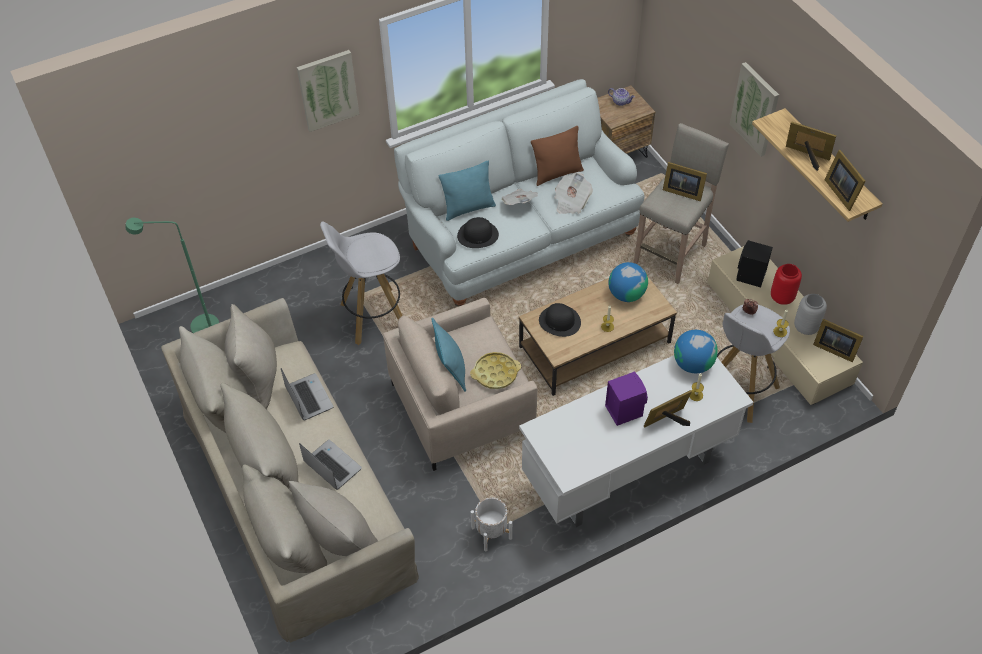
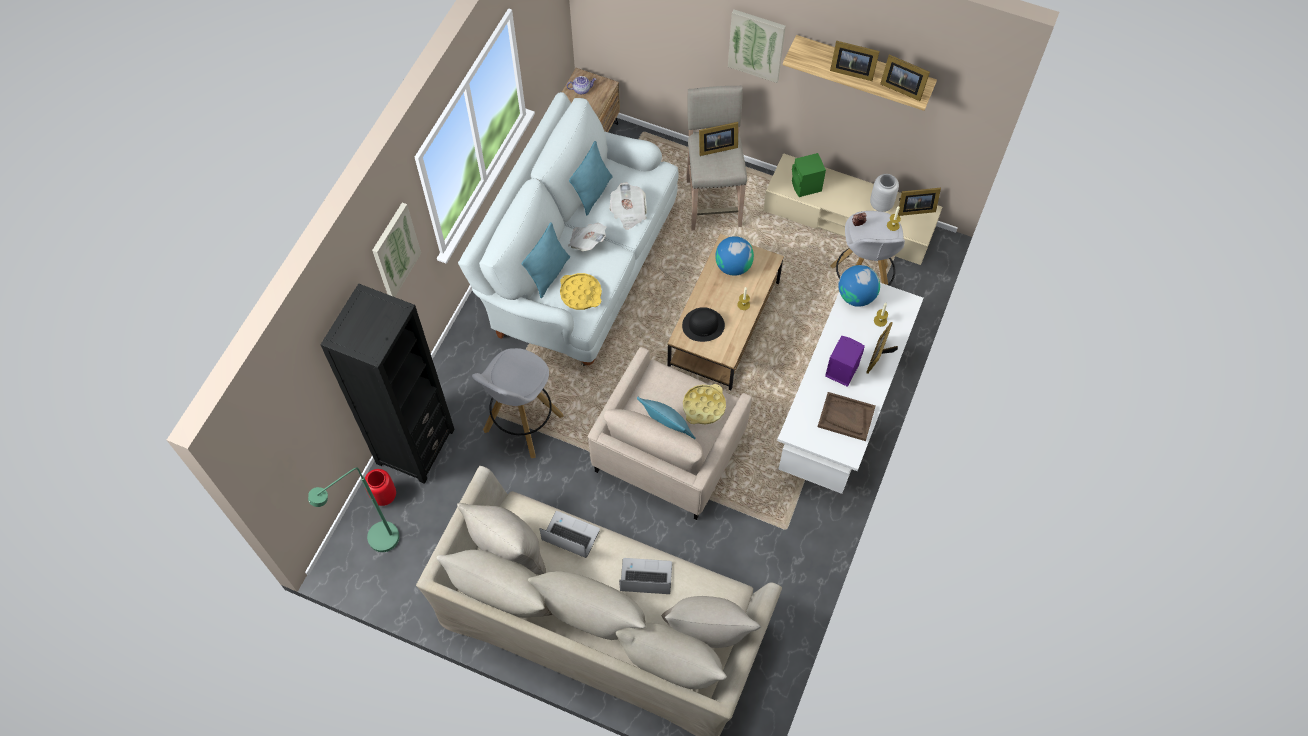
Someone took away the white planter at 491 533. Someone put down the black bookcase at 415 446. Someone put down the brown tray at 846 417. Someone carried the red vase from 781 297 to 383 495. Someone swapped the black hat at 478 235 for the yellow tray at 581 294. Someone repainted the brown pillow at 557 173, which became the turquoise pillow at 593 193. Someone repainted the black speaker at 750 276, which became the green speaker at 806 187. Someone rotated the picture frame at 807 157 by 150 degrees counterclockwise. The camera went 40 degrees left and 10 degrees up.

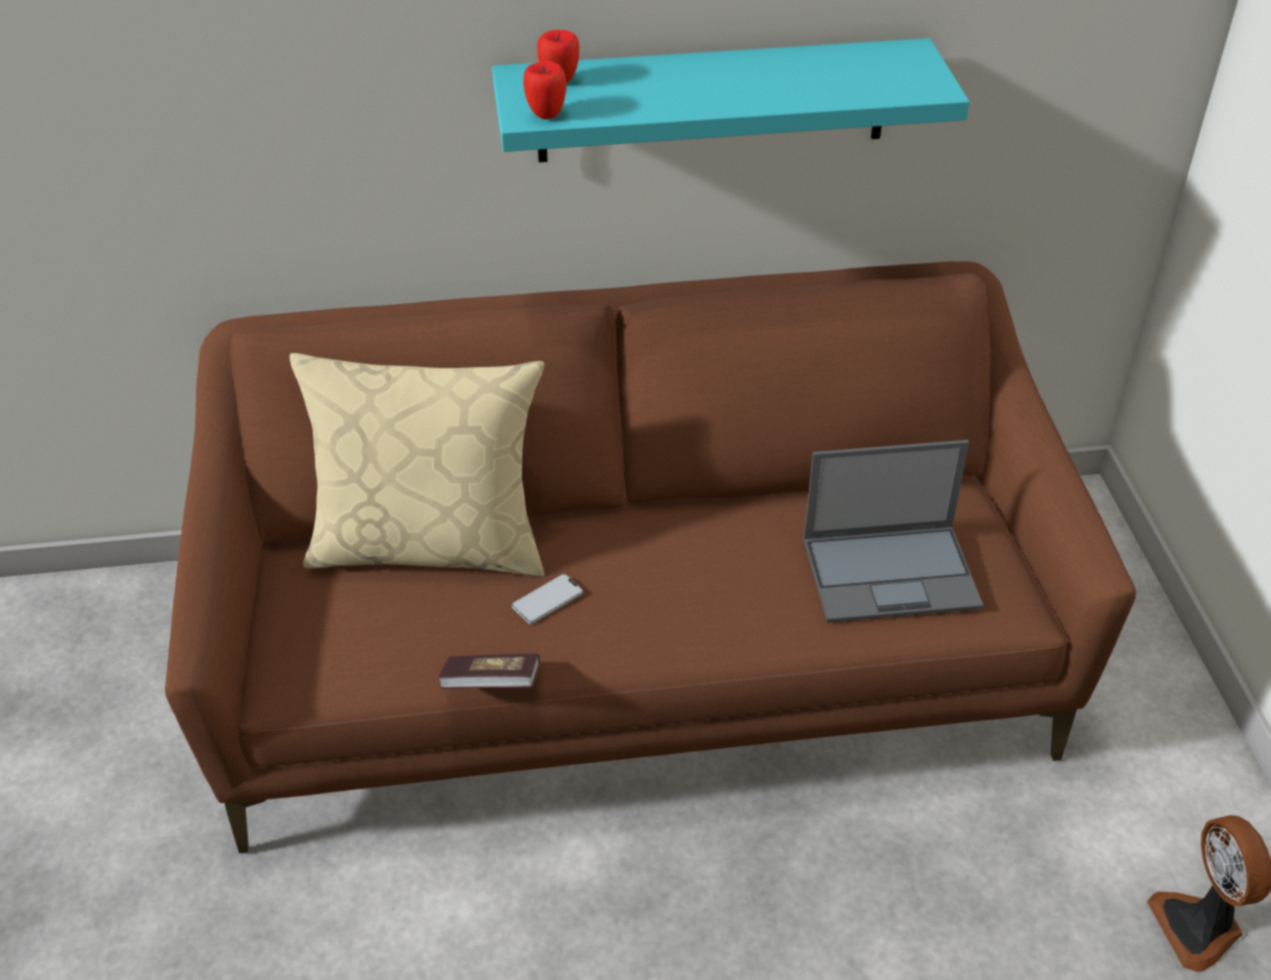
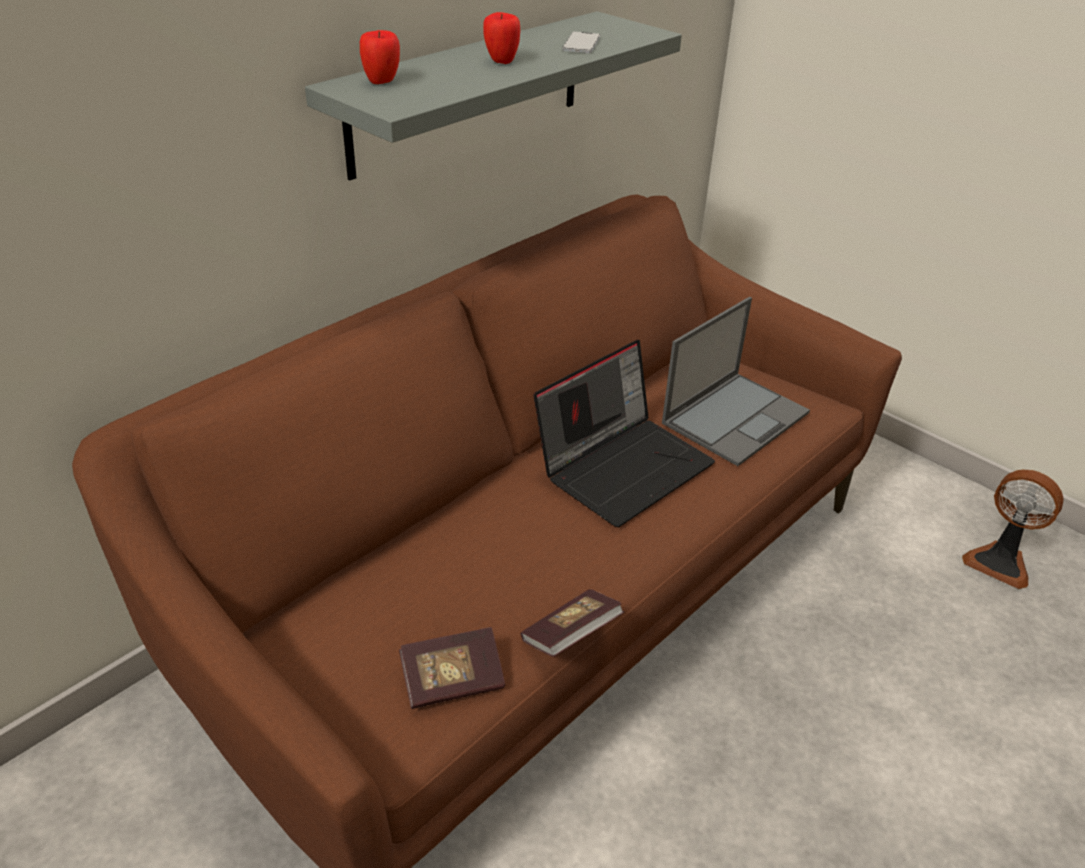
Someone took away the beige pillow at 430 544. Someone put down the book at 452 681. Someone put down the laptop at 623 465. Someone carried the phone from 547 600 to 581 44. Someone carried the apple from 546 114 to 501 61. Someone repainted the turquoise shelf at 712 101, which became the grey shelf at 469 92. The camera went 40 degrees left and 5 degrees down.

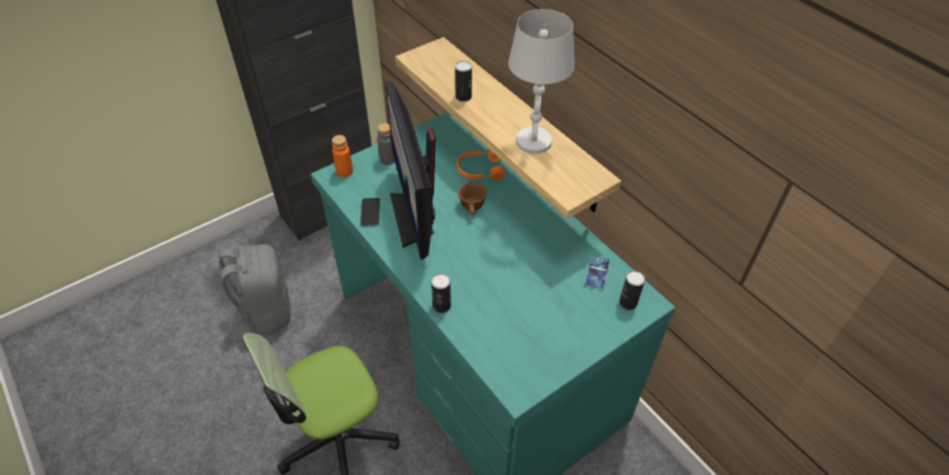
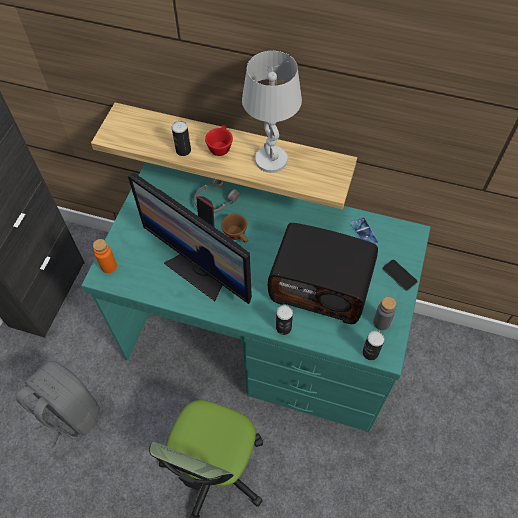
Someone put down the red cup at 220 146. Someone put down the radio at 321 285. Someone carried the phone from 370 212 to 399 275. Someone carried the grey bottle from 388 159 to 381 322. Someone carried the can from 628 303 to 370 353. Someone repainted the orange headphones at 480 169, which became the grey headphones at 215 200. The camera went 35 degrees left and 10 degrees up.

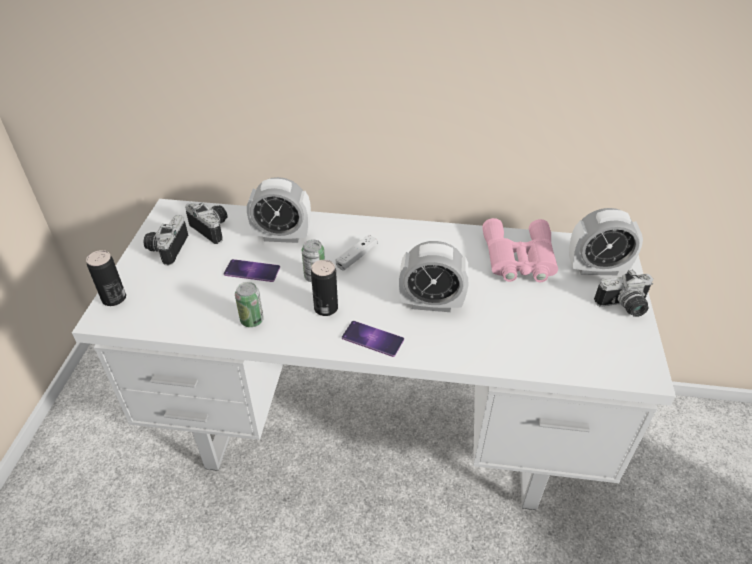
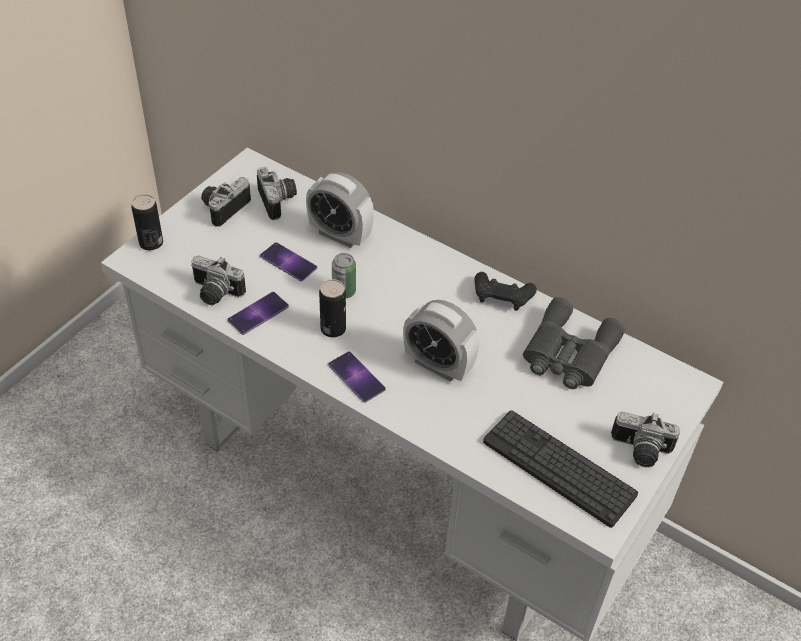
Someone took away the white game controller at 356 257. Someone took away the alarm clock at 596 268. Someone put down the photo camera at 214 293. Someone put down the black game controller at 502 297. Someone put down the keyboard at 558 468. Someone swapped the can at 252 320 for the phone at 258 313. Someone repainted the pink binoculars at 518 259, which became the grey binoculars at 568 354. The camera went 25 degrees right and 5 degrees up.

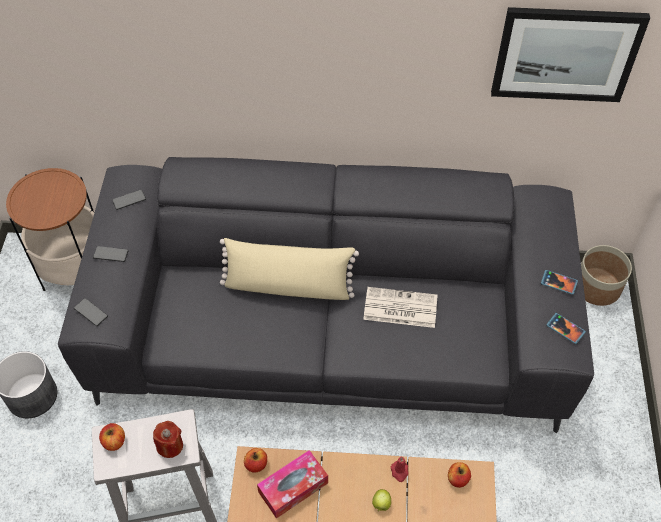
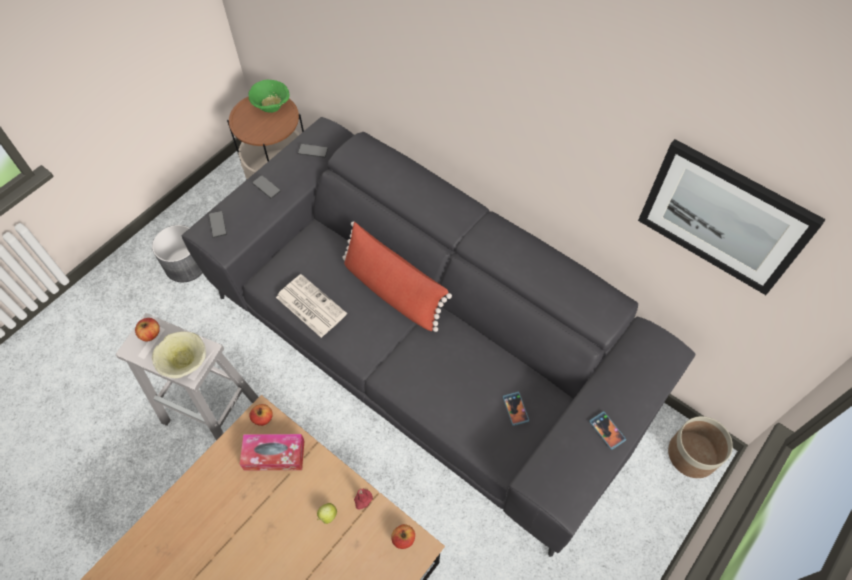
Someone put down the green bowl at 272 105. Someone carried the newspaper from 399 308 to 310 305. Someone carried the phone from 565 329 to 515 409. Someone swapped the red candle at 170 446 for the beige bowl at 183 363. Someone repainted the beige pillow at 288 286, which became the red pillow at 392 291. The camera went 35 degrees right and 5 degrees up.

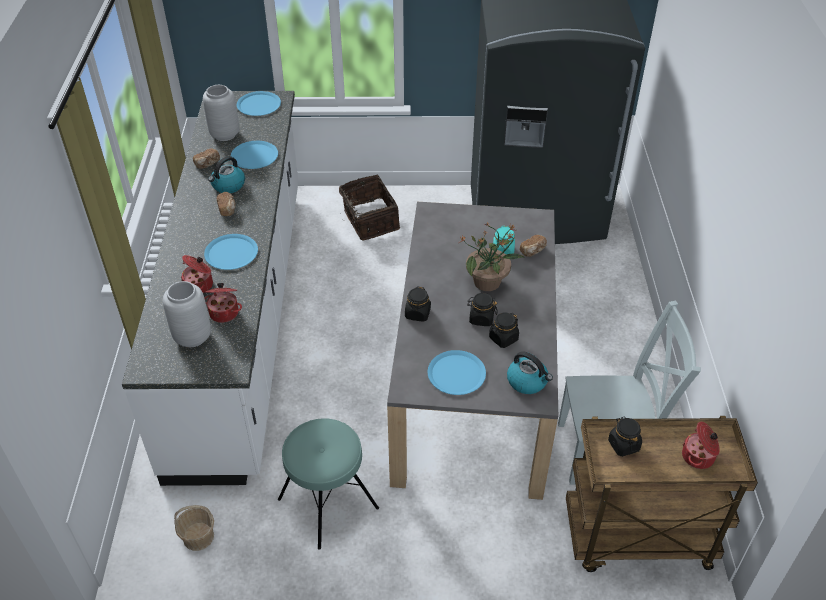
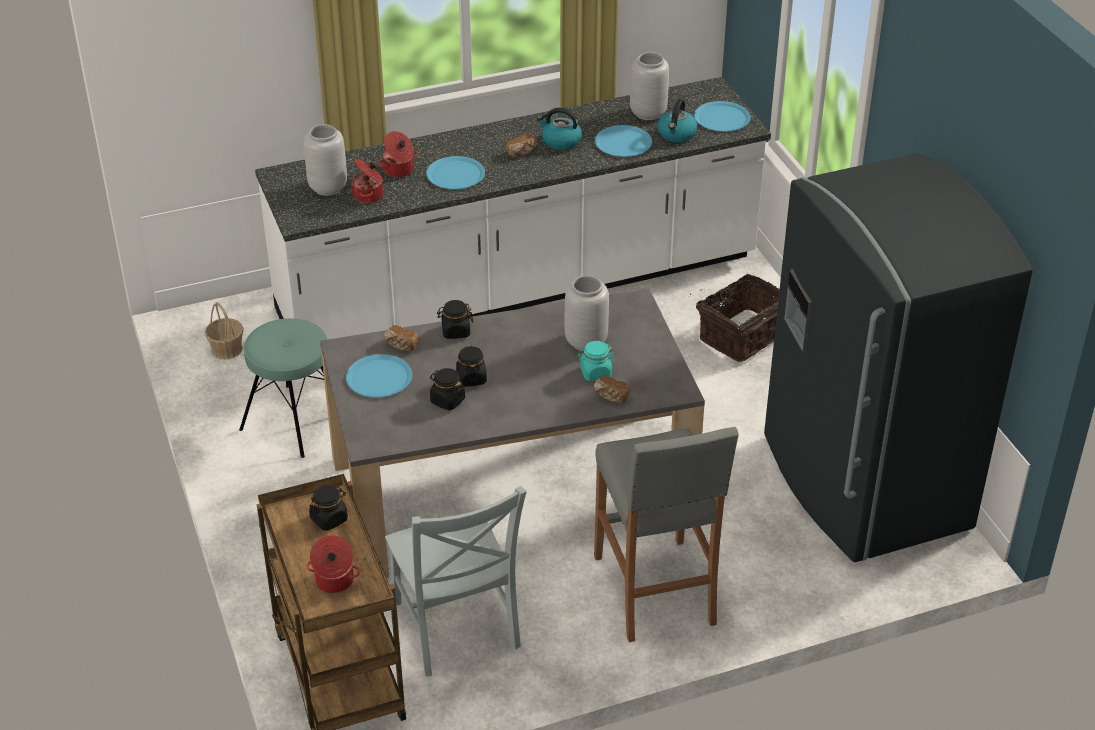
Someone took away the potted plant at 488 282. Someone put down the grey vase at 587 342. Someone put down the grey stool at 655 591. Someone carried the bread from 207 164 to 401 345. Someone carried the kettle from 527 381 to 676 134. The camera went 70 degrees right and 5 degrees down.

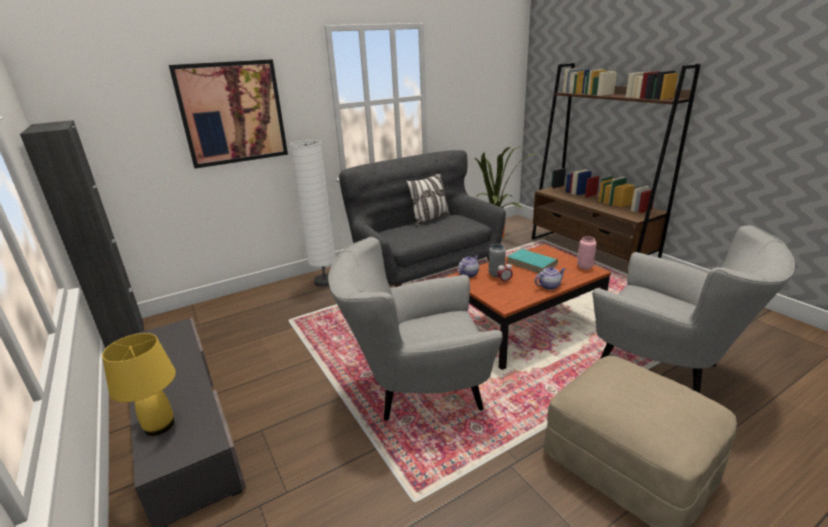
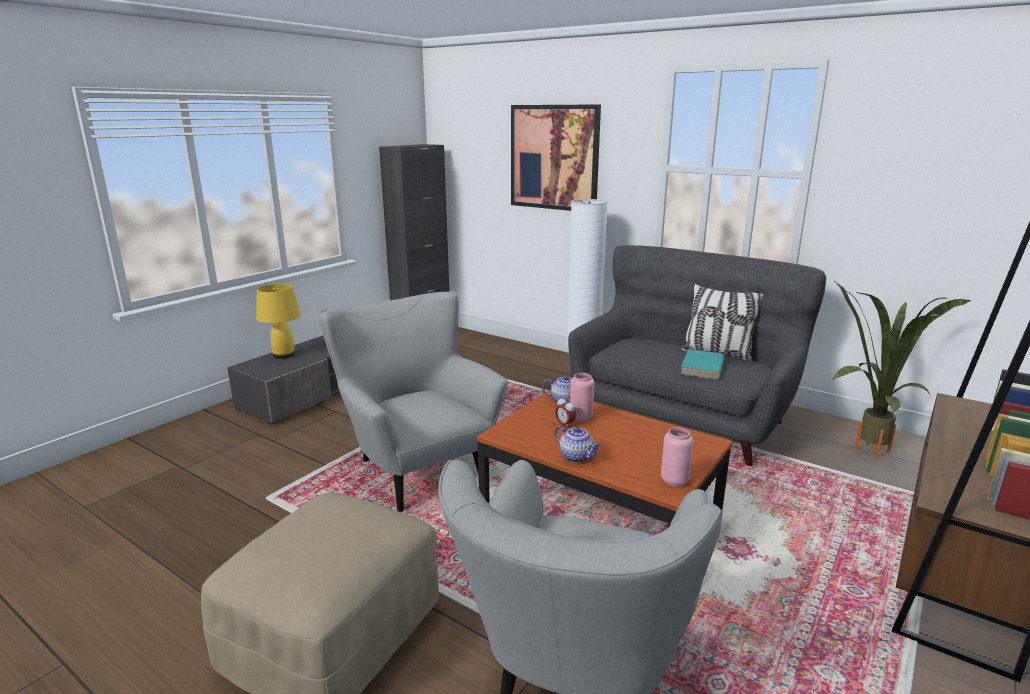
Someone carried the turquoise book from 532 263 to 702 368. Someone repainted the grey vase at 496 274, which became the pink vase at 581 417. The camera went 65 degrees right and 5 degrees down.

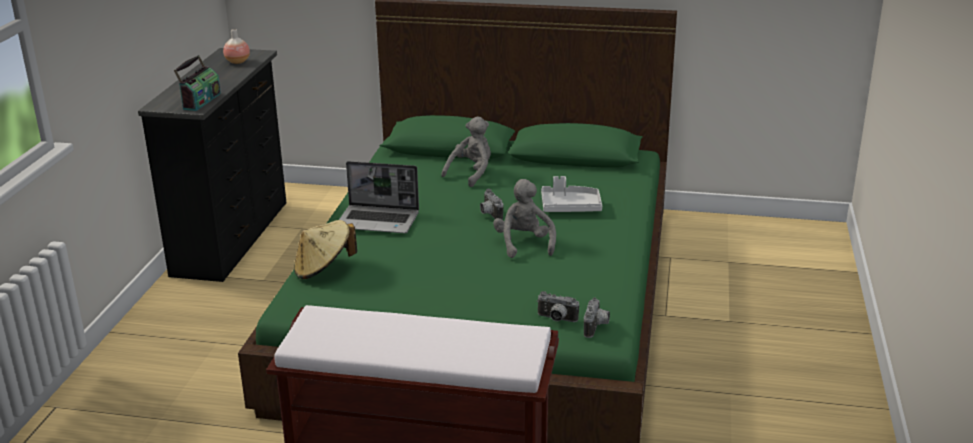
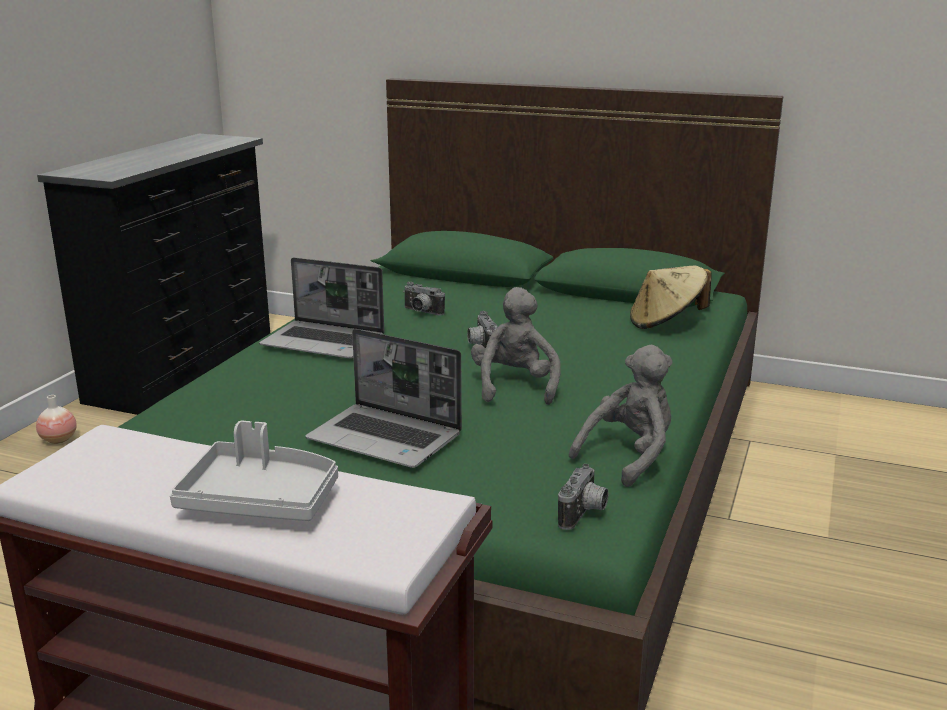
Someone took away the radio at 200 101. Someone put down the laptop at 387 438. Someone carried the vase from 237 62 to 58 440. Someone carried the beige hat from 323 269 to 666 322. Someone carried the grey plush toy from 471 173 to 629 456. Someone carried the photo camera from 556 319 to 421 312. Someone carried the grey tray from 570 207 to 260 499. The camera went 10 degrees right and 5 degrees down.

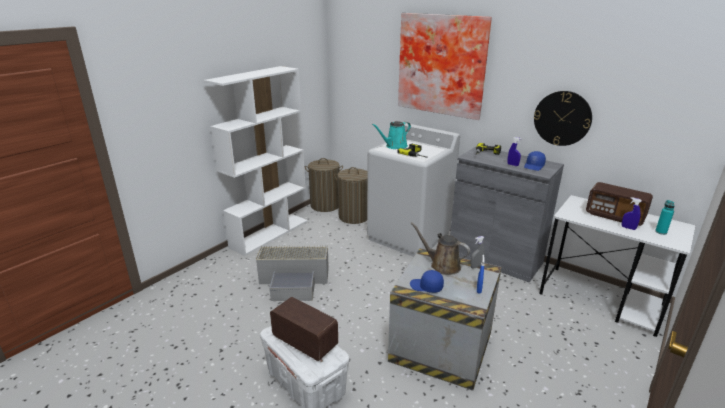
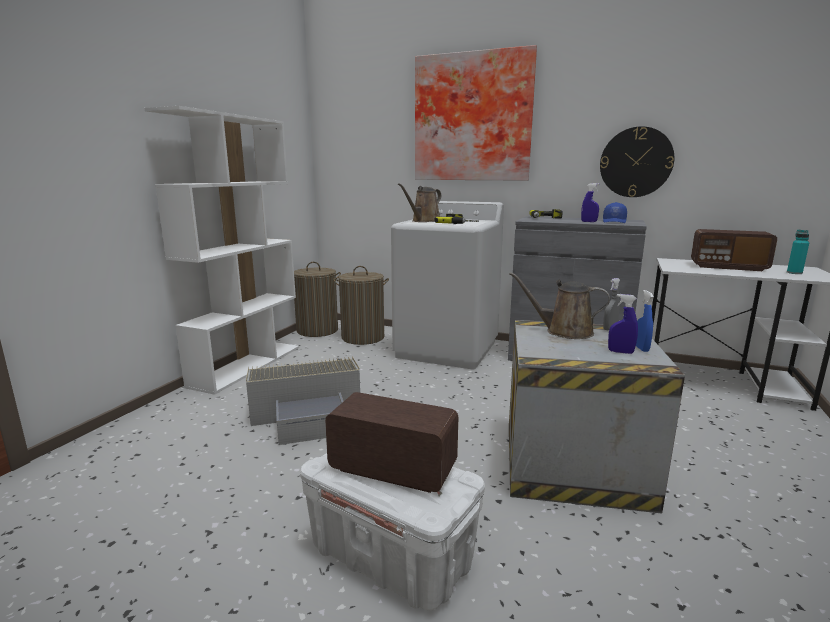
Someone took away the blue cap at 426 287. Someone carried the blue spray bottle from 628 228 to 620 352. Someone repainted the turquoise watering can at 394 146, which became the brown watering can at 424 221. The camera went 15 degrees left and 10 degrees down.

